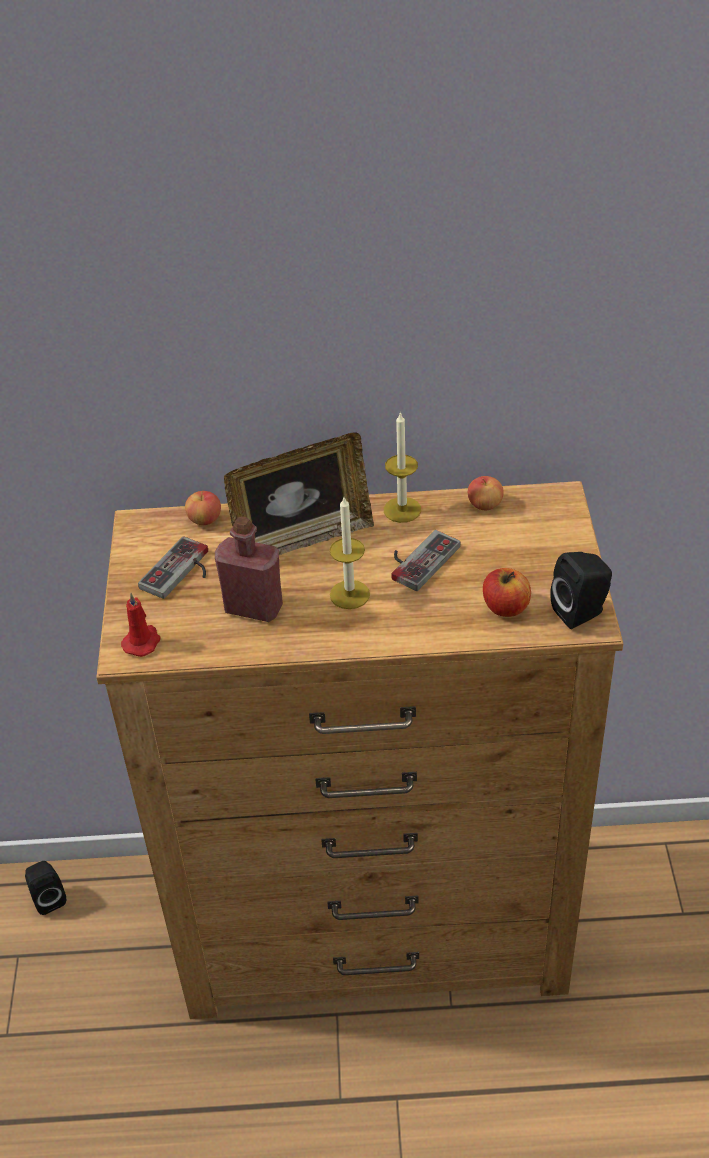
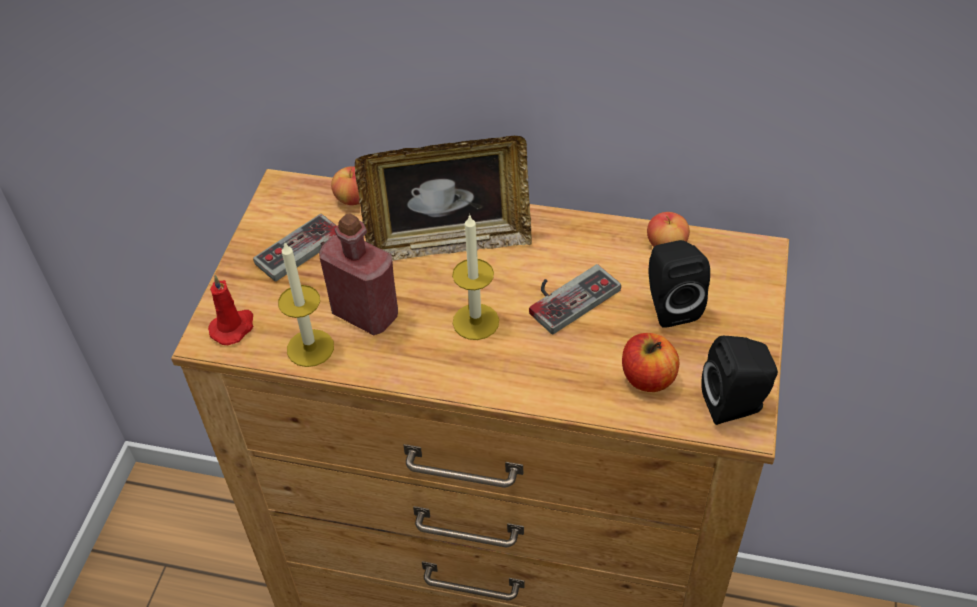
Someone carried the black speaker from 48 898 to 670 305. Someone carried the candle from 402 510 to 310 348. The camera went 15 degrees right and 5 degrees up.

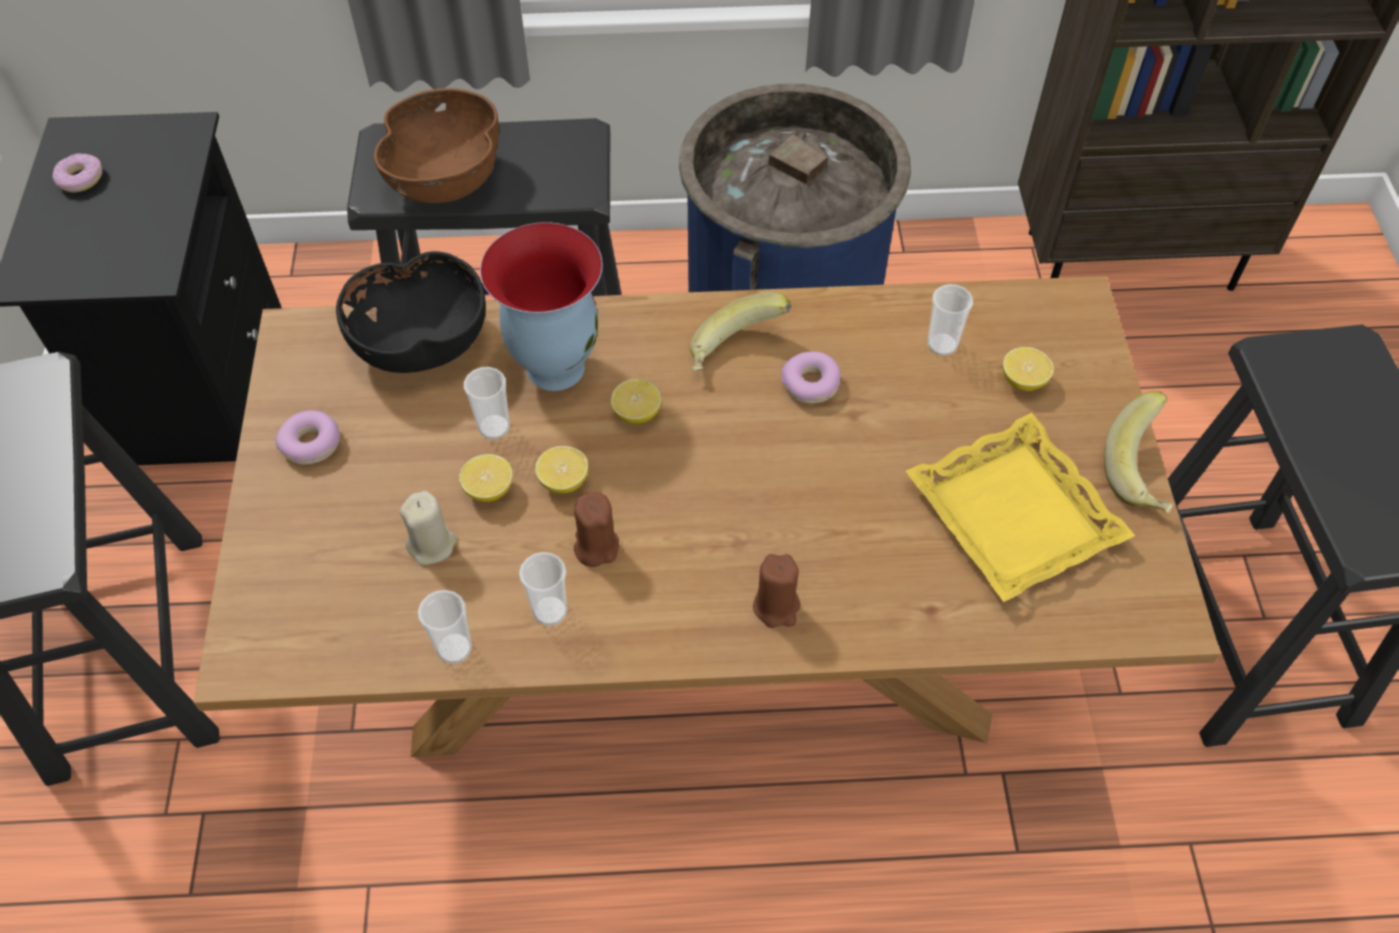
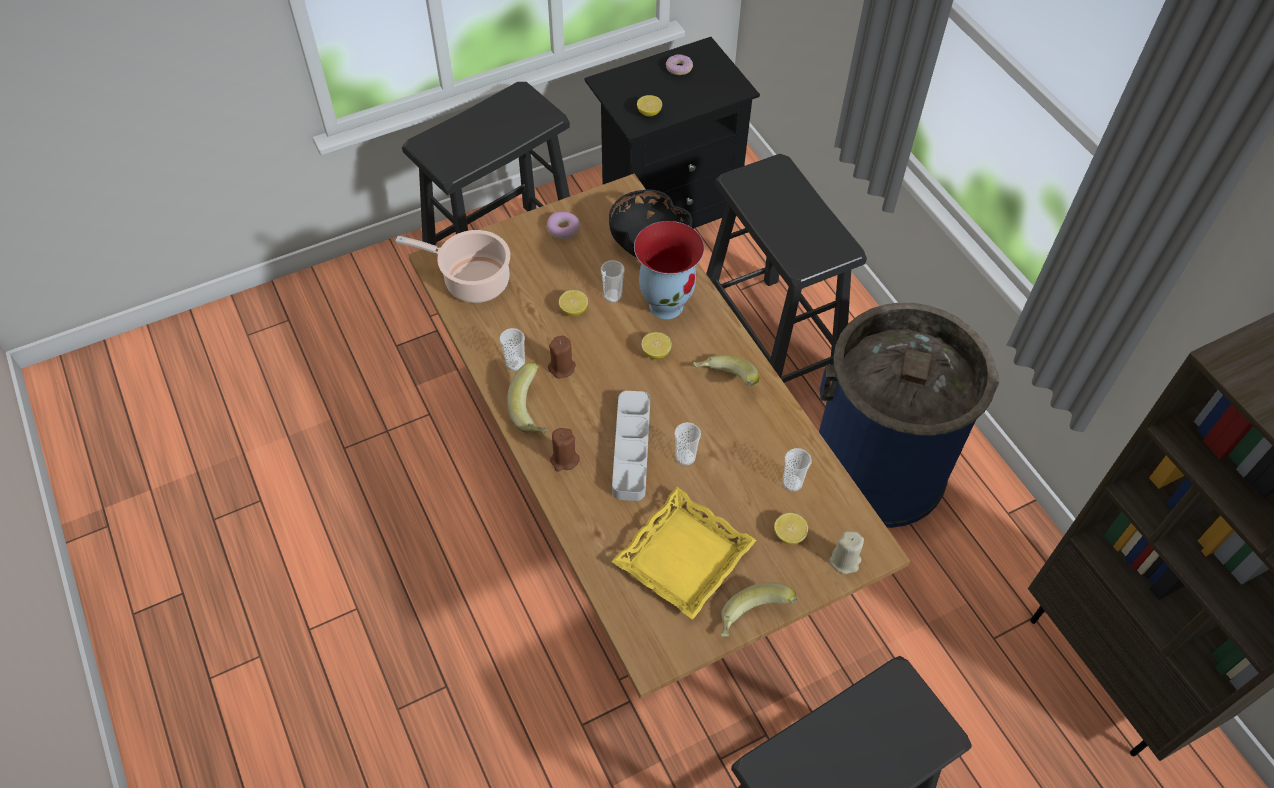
Someone took away the brown bowl at 446 178. Someone took away the donut at 810 384. Someone put down the cooking pot at 472 281. Someone put down the banana at 534 411. Someone put down the grey tray at 631 448. Someone carried the beige candle from 432 545 to 845 561. Someone carried the cup from 454 648 to 685 457. Someone carried the lemon from 563 481 to 649 113. The camera went 65 degrees right and 0 degrees up.

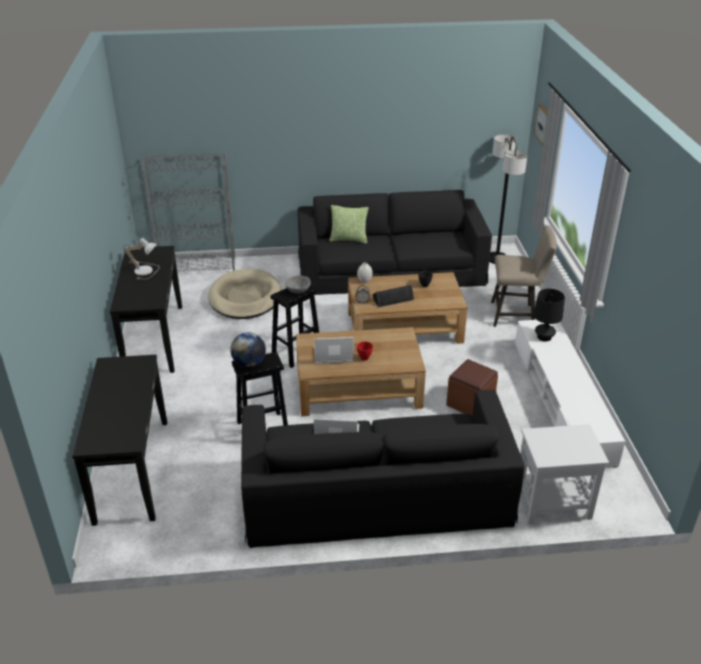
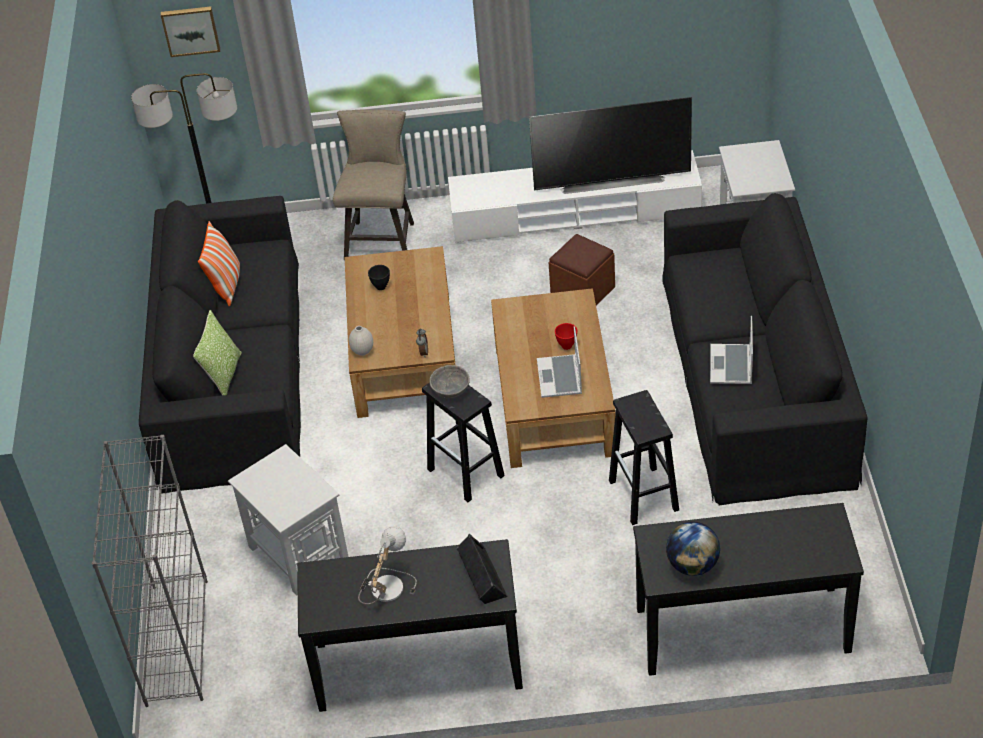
Someone took away the black table lamp at 544 337. Someone put down the pillow at 226 285. Someone put down the television at 611 179. Someone carried the globe from 249 364 to 693 565. Someone carried the black speaker from 393 299 to 480 575. Someone swapped the beige dog bed at 245 298 for the white side table at 299 554. The camera went 85 degrees left and 10 degrees up.

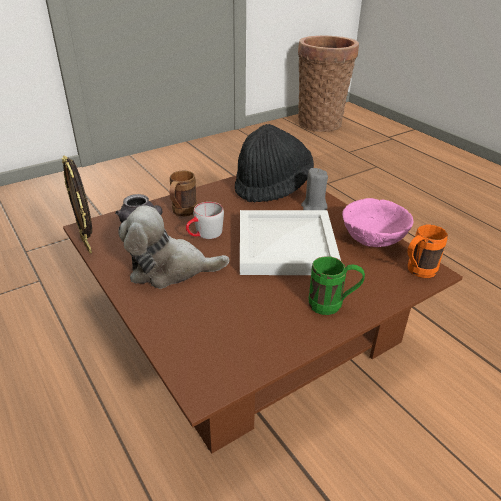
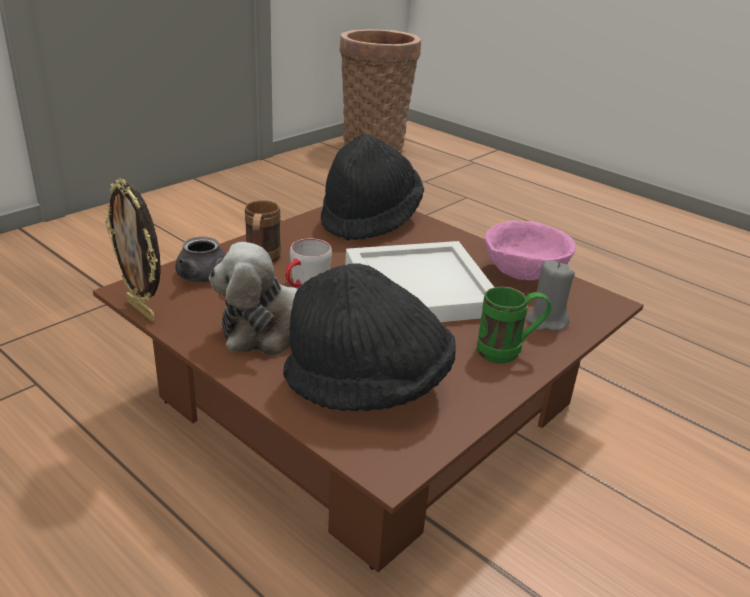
Someone took away the orange mug at 416 272. Someone put down the black hat at 368 386. Someone carried the grey candle from 314 207 to 546 321. The camera went 15 degrees left and 5 degrees down.

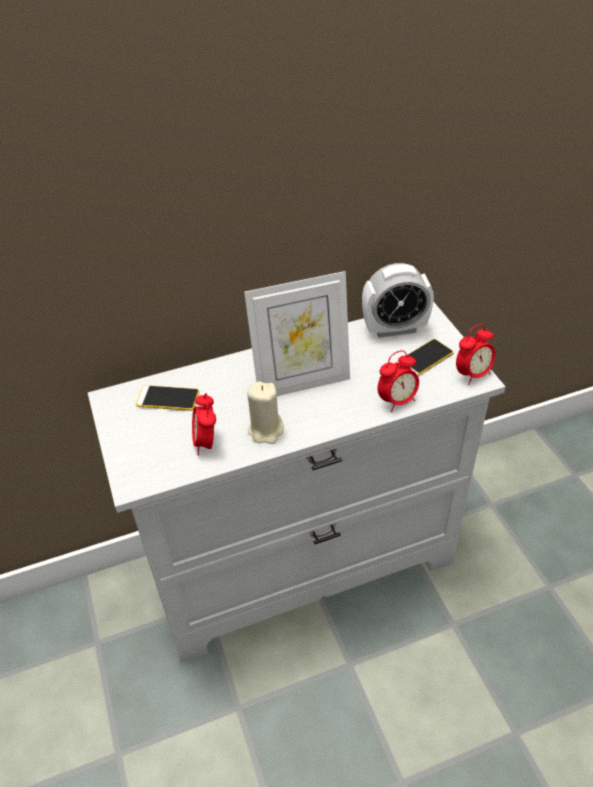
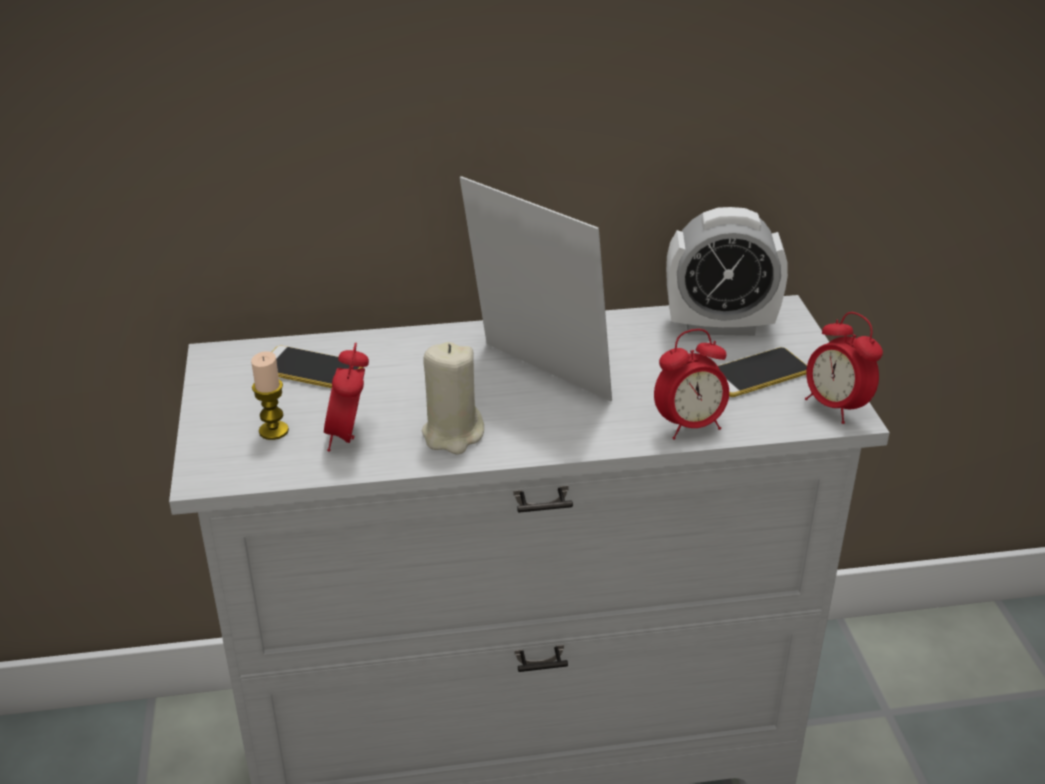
Someone put down the candle at 273 431. Someone rotated the picture frame at 302 382 by 135 degrees counterclockwise. Someone rotated the alarm clock at 472 375 by 75 degrees clockwise. The camera went 10 degrees right and 10 degrees down.

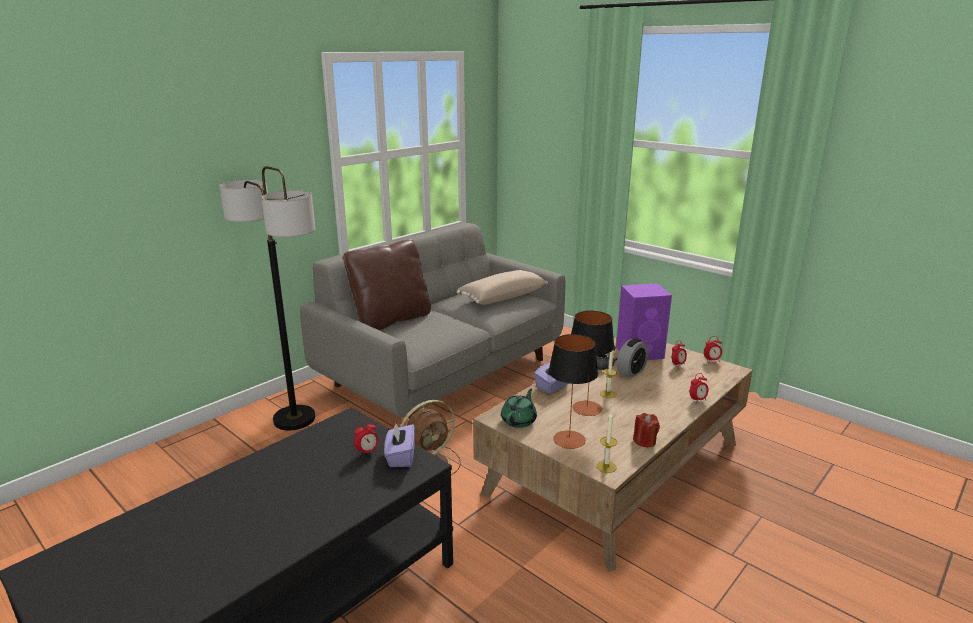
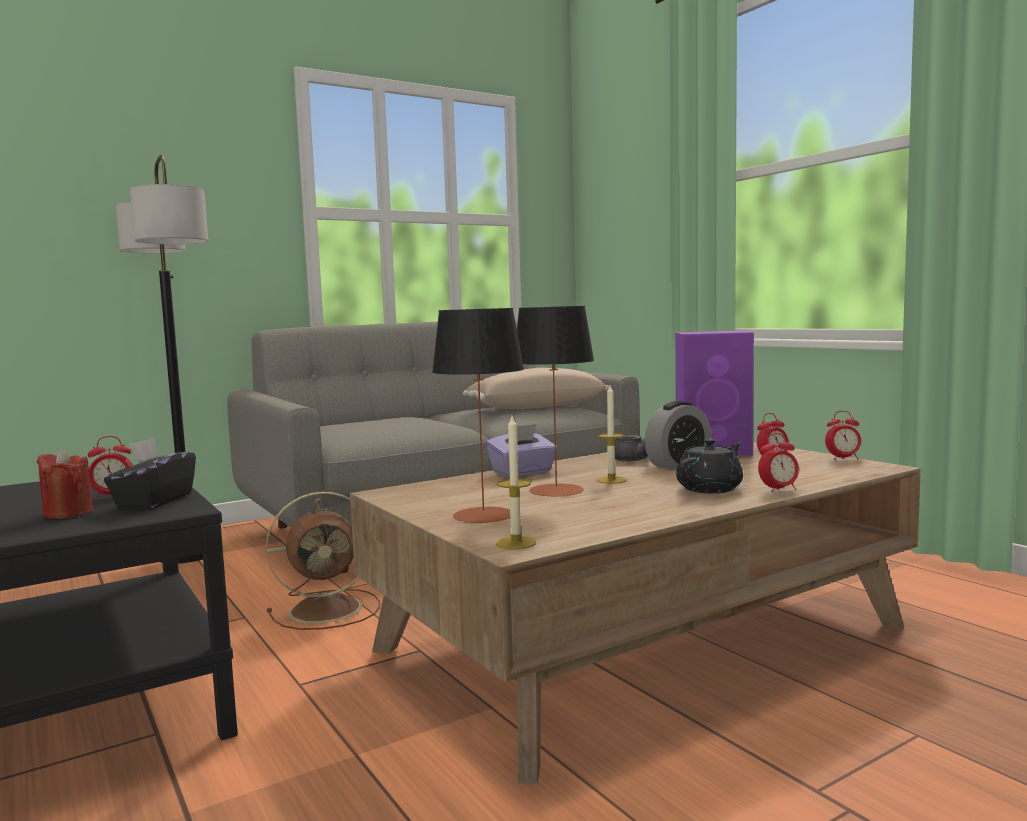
Someone took away the brown pillow at 391 320. Someone took away the green teapot at 519 420. Someone put down the black teapot at 710 488. Someone carried the red candle from 644 441 to 68 513. Someone repainted the purple tissue box at 400 457, which became the black tissue box at 154 501. The camera went 15 degrees right and 15 degrees down.

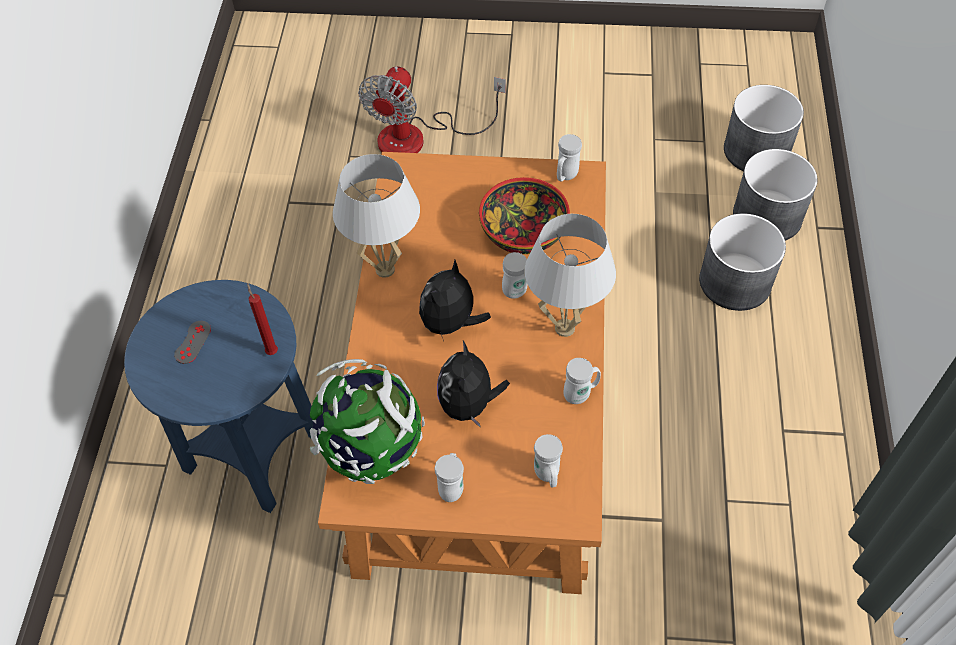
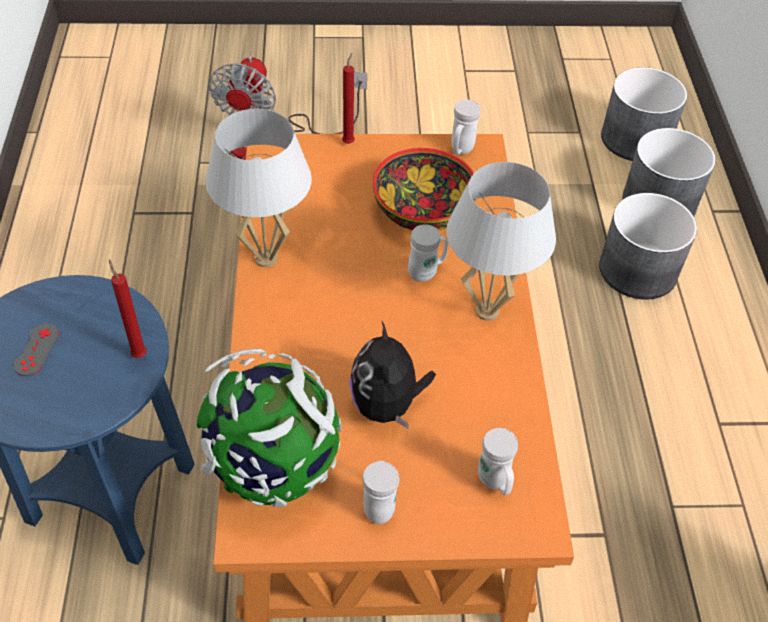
Someone took away the plush toy at 451 324. Someone took away the white mug at 581 394. Someone put down the red candle at 349 142. The camera went 10 degrees left and 5 degrees down.

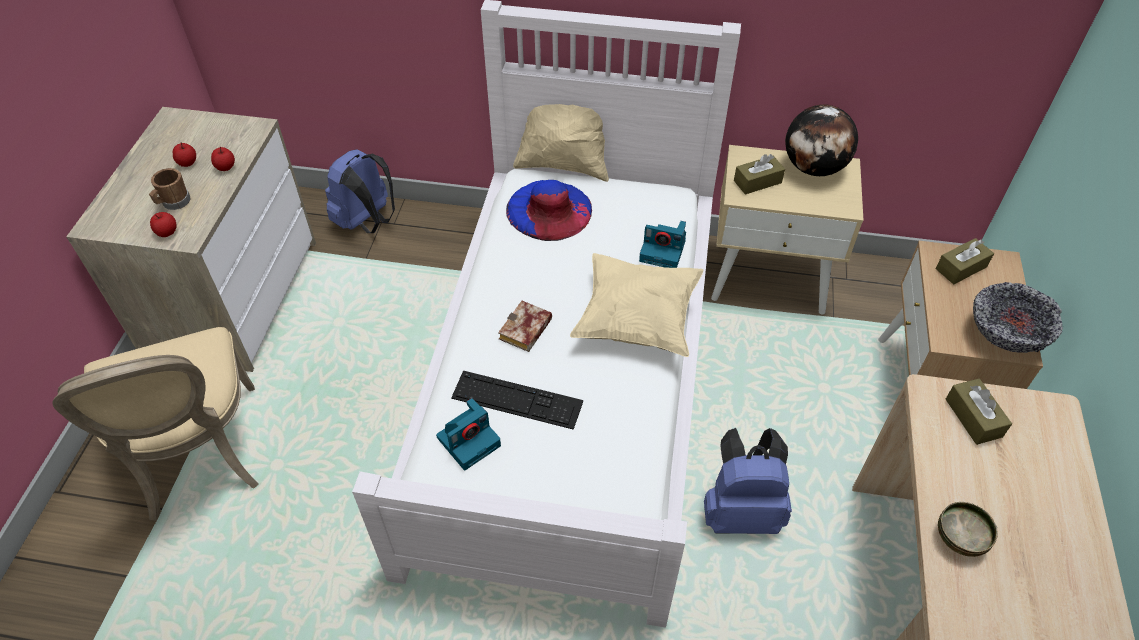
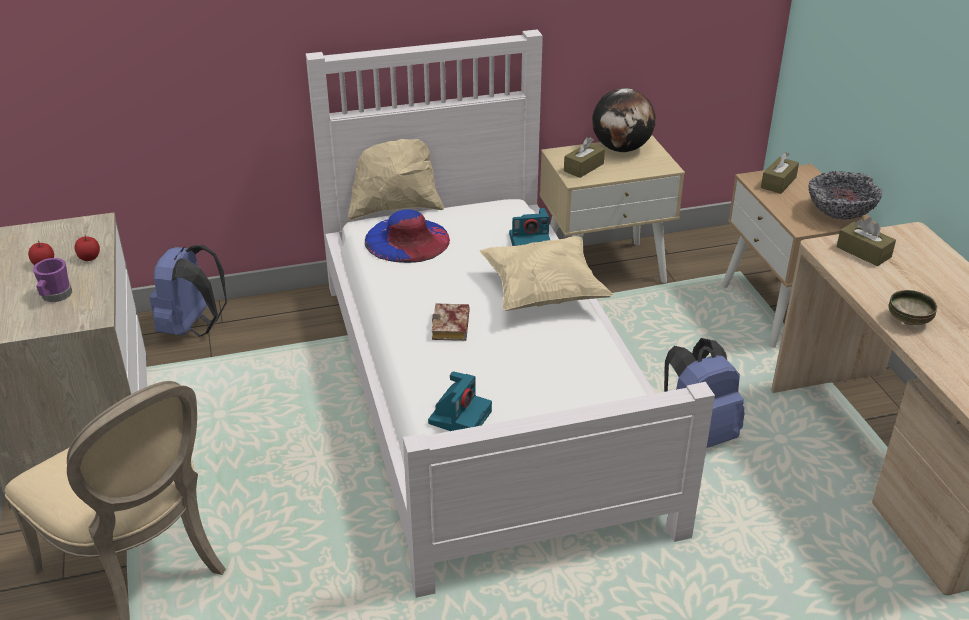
Someone took away the apple at 167 232. Someone took away the keyboard at 517 400. Someone repainted the brown mug at 173 203, which became the purple mug at 55 296. The camera went 25 degrees left and 15 degrees down.

